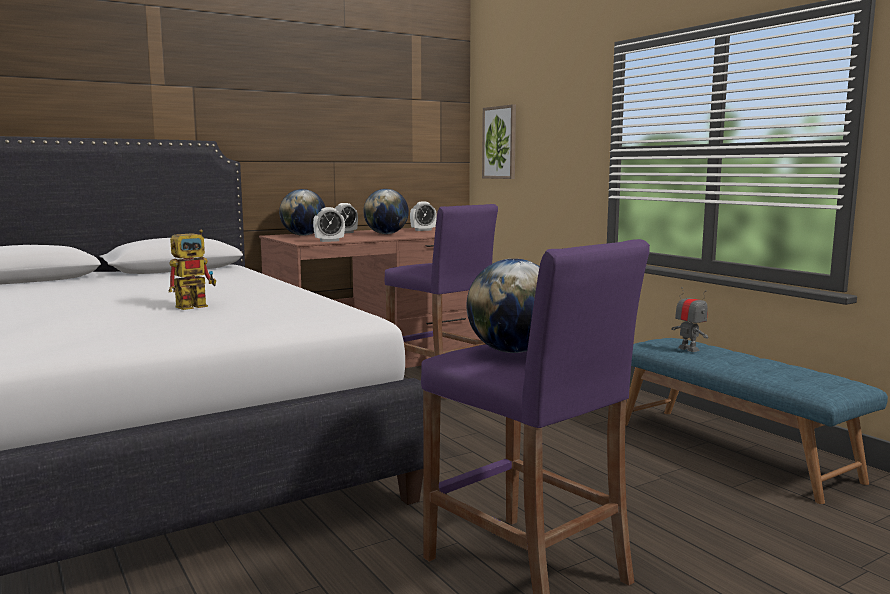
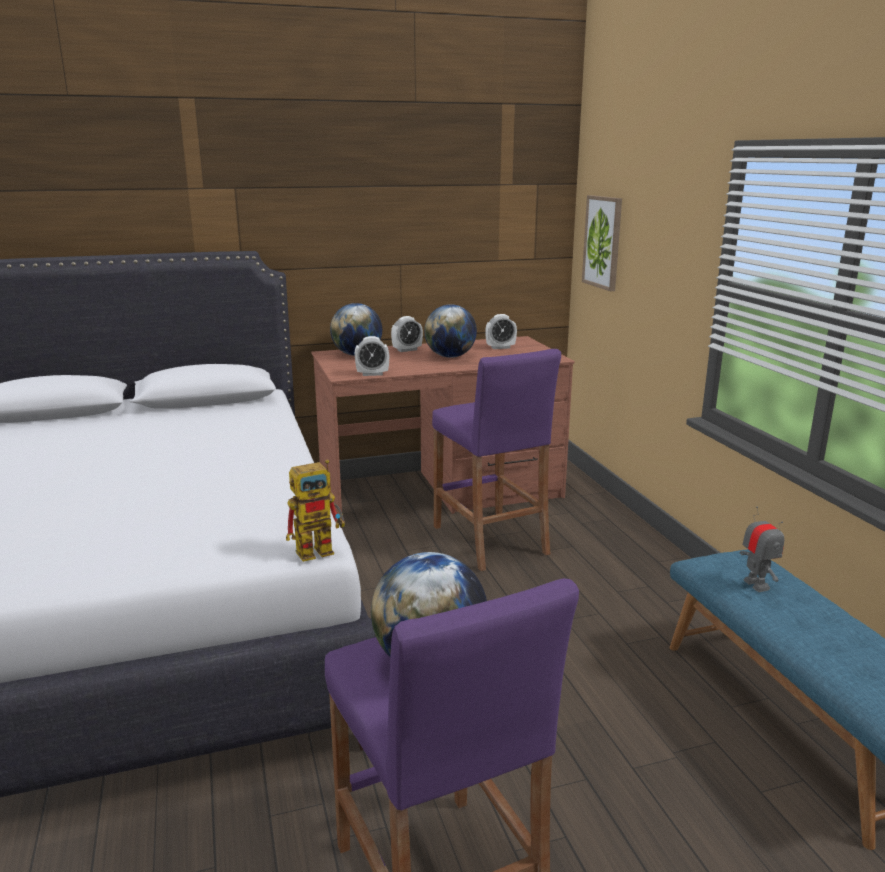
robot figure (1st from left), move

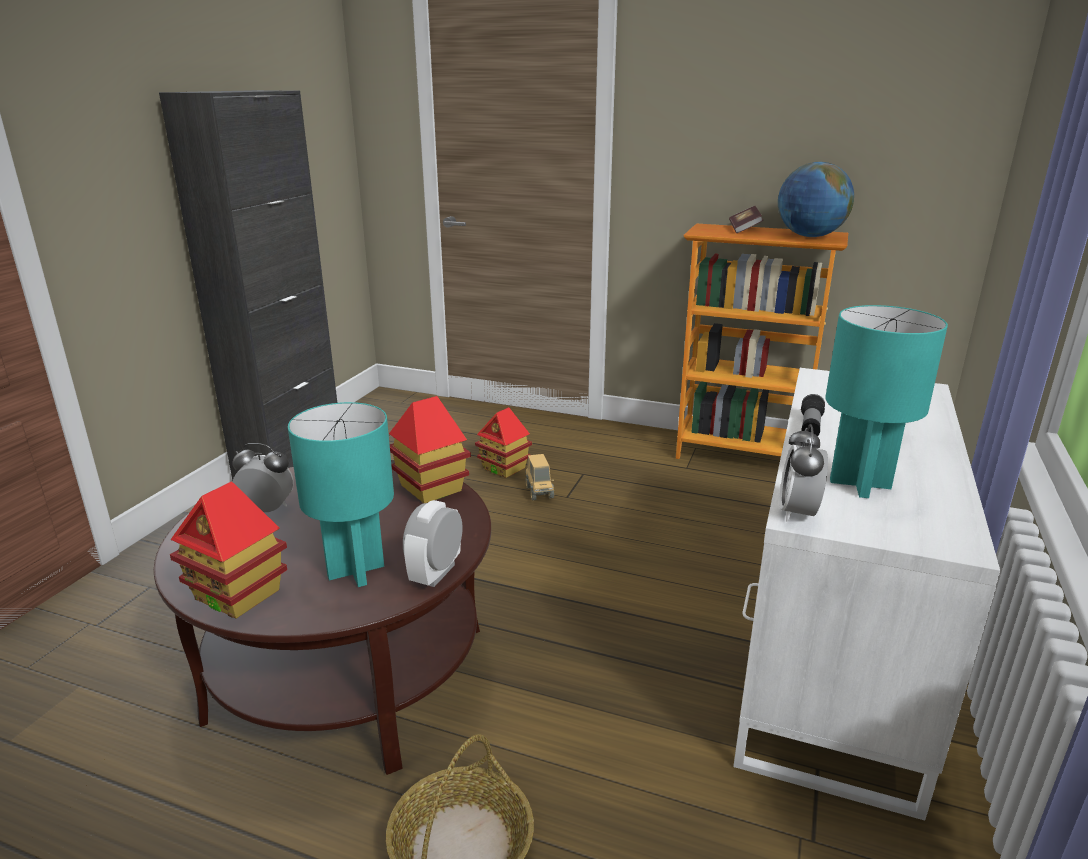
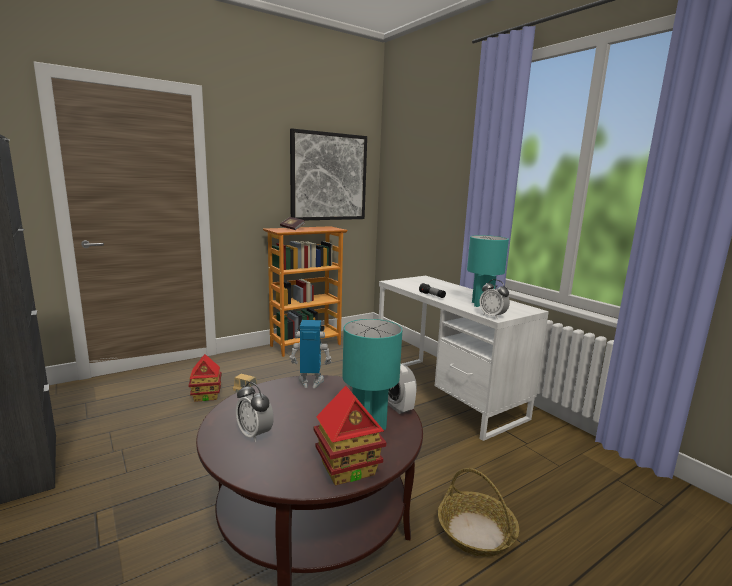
world globe => nothing
miniature house (2nd from left) => robot figure
table clock (1st from left), 90 degrees counterclockwise
nothing => picture

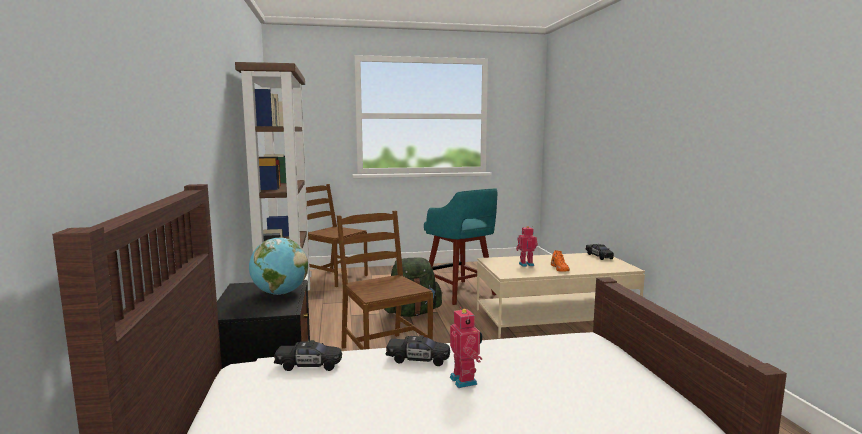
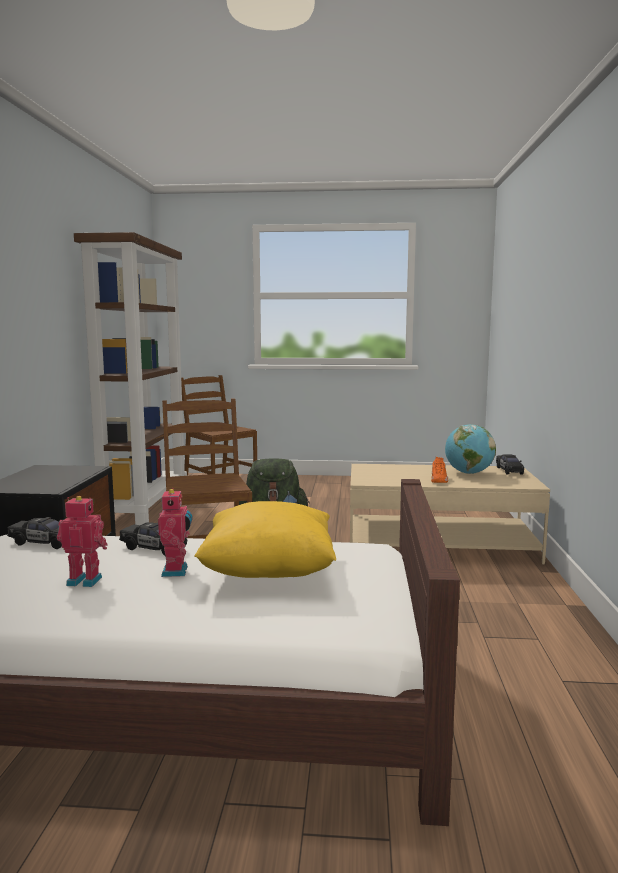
turquoise sitting stool => nothing
robot figure (2nd from left in the first image) => robot figure (1st from left), move
world globe, move
nothing => yellow-coloured throw pillow

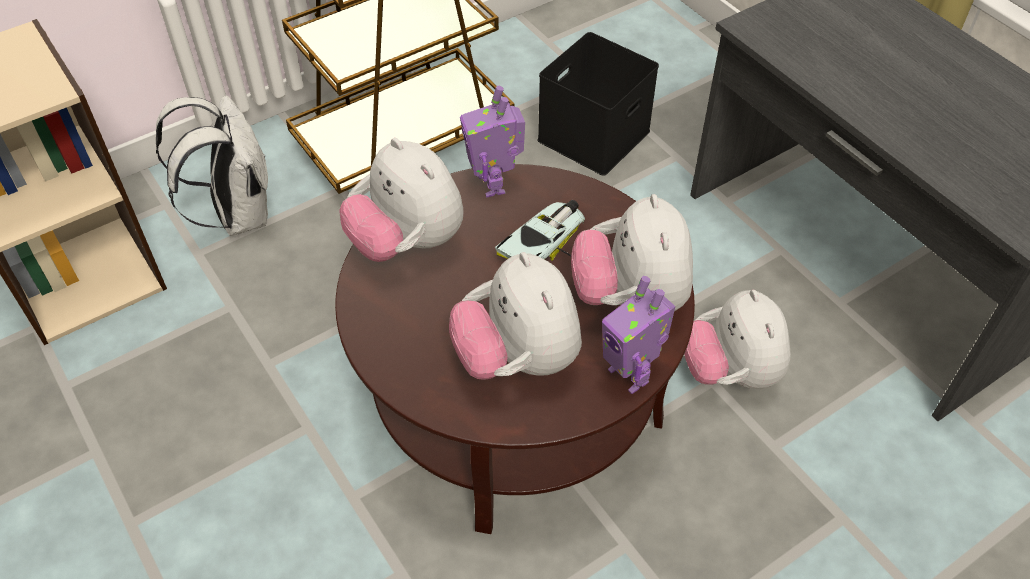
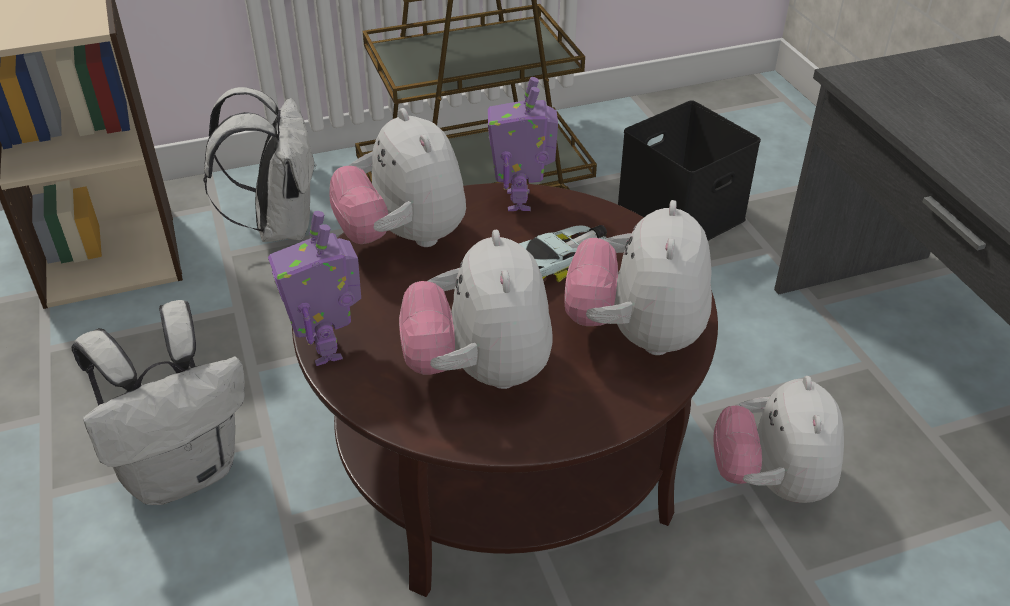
robot figure (2nd from left in the first image) => robot figure (1st from left), move
nothing => whitish knapsack (1st from left)

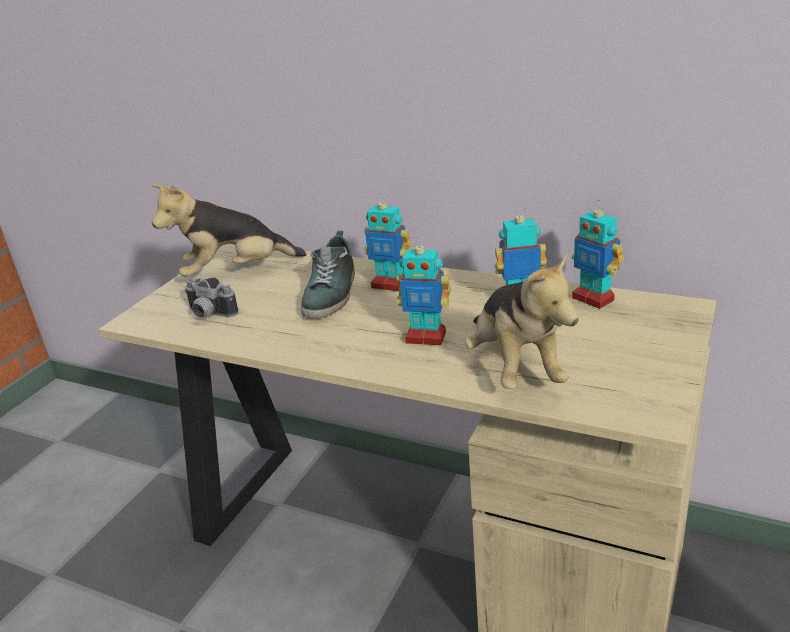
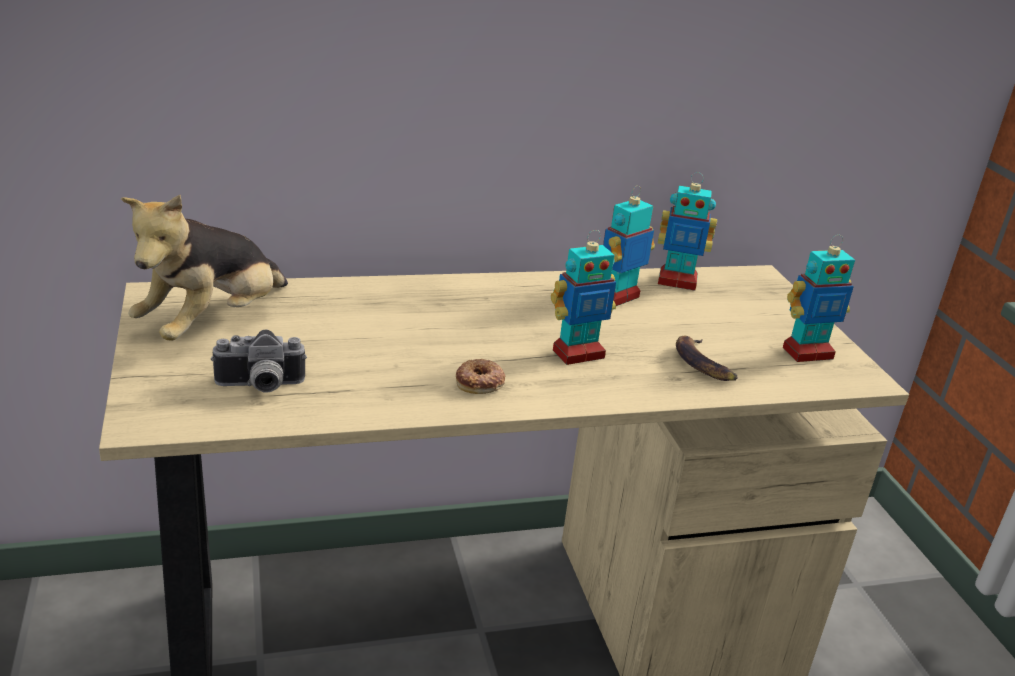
robot figure (1st from left in the first image) => robot figure (4th from left), move
item of footwear => nothing
cuddly toy (2nd from left) => whole banana
nothing => ring doughnut

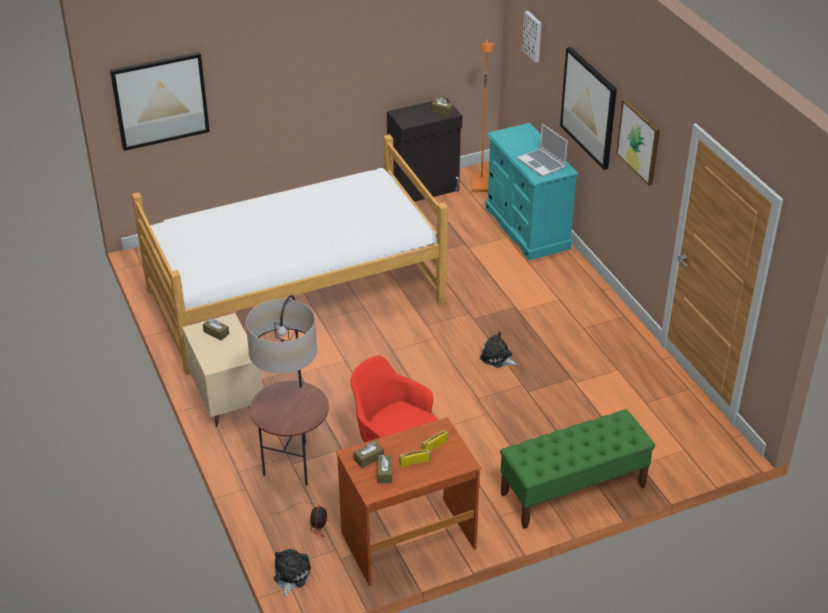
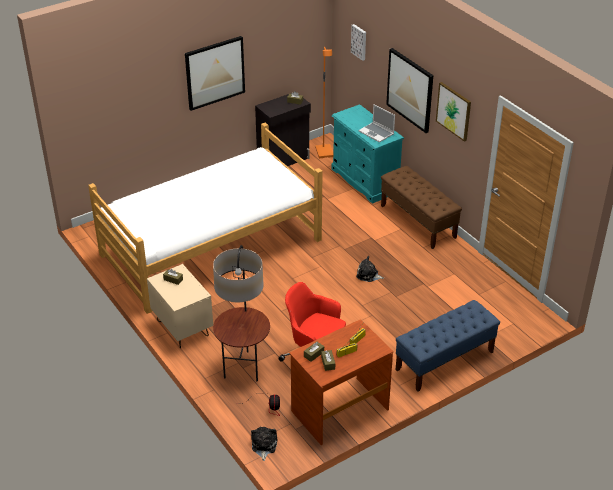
picture (1st from left), move
green indoor bench => blue indoor bench
nothing => brownish indoor bench

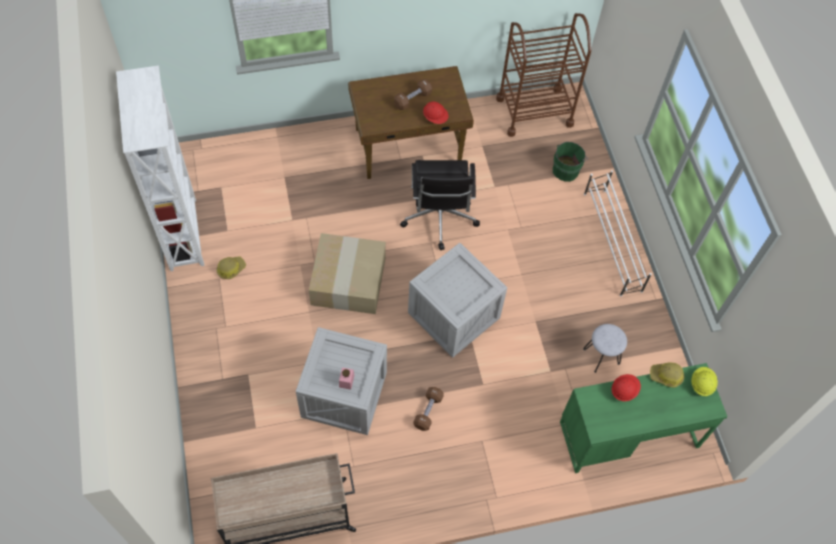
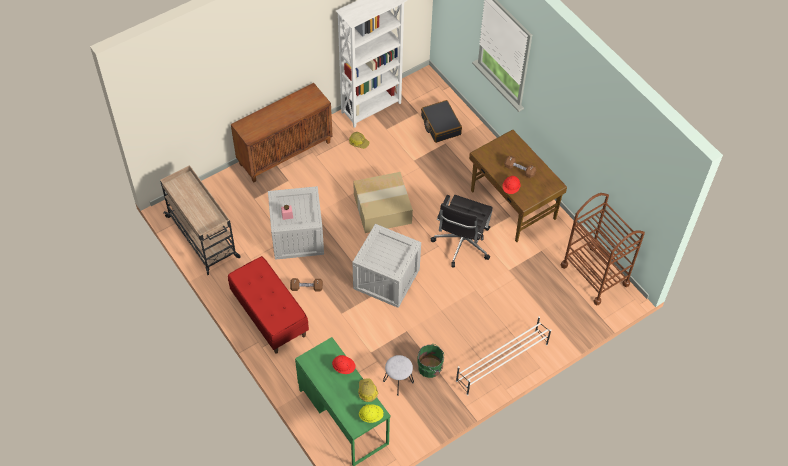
green bucket, move
black-coloured office chair, 45 degrees counterclockwise
nothing => brownish cupboard
nothing => black-coloured suitcase
nothing => reddish indoor bench

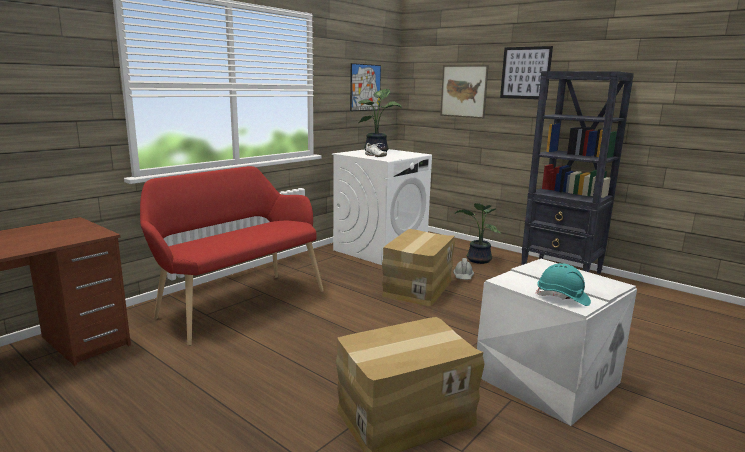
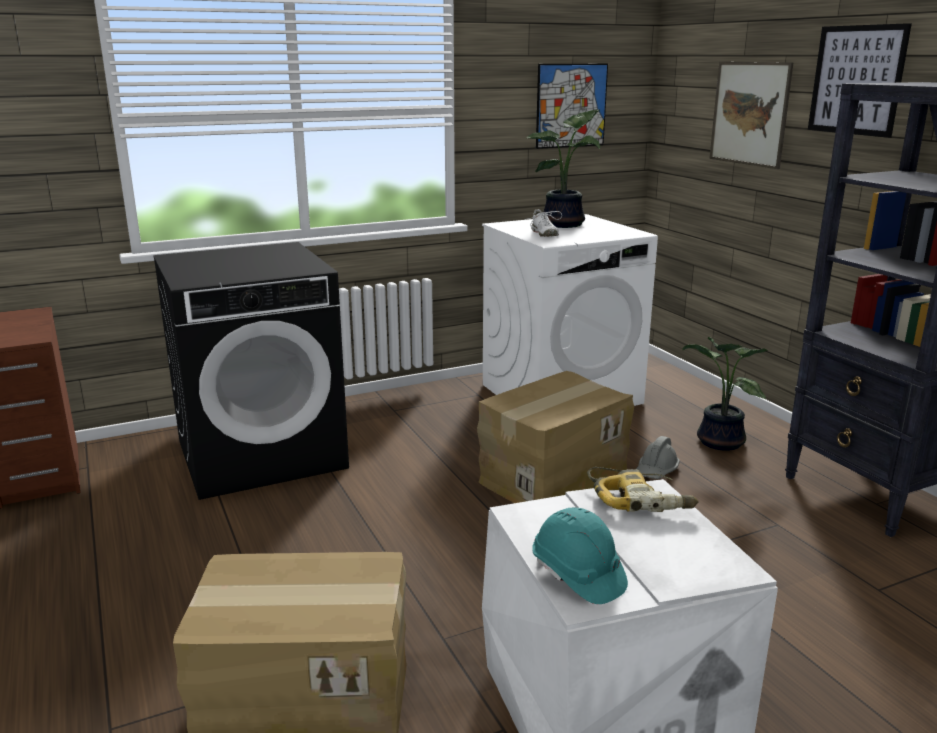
reddish indoor bench => black-coloured washing machine
nothing => electric drill

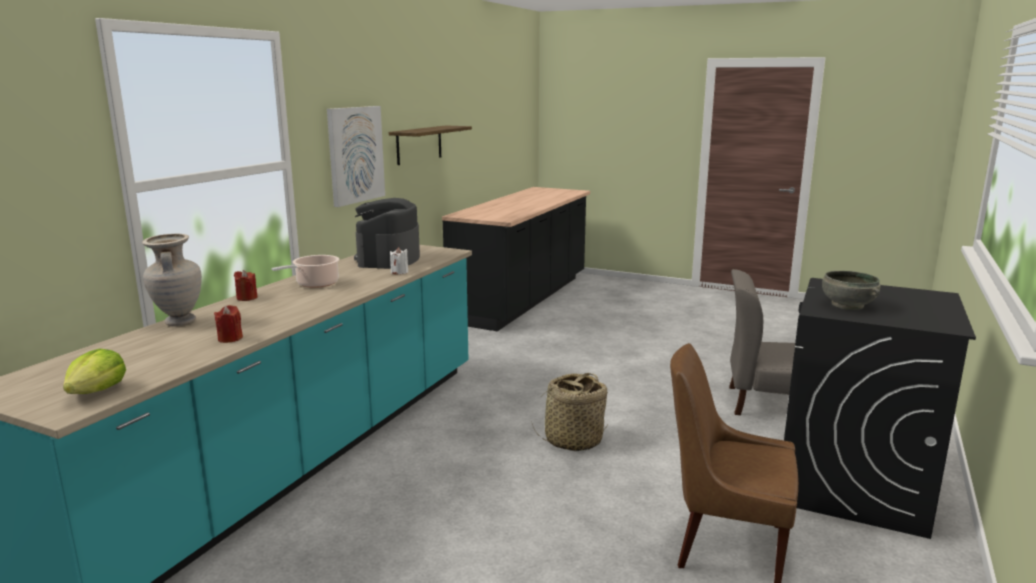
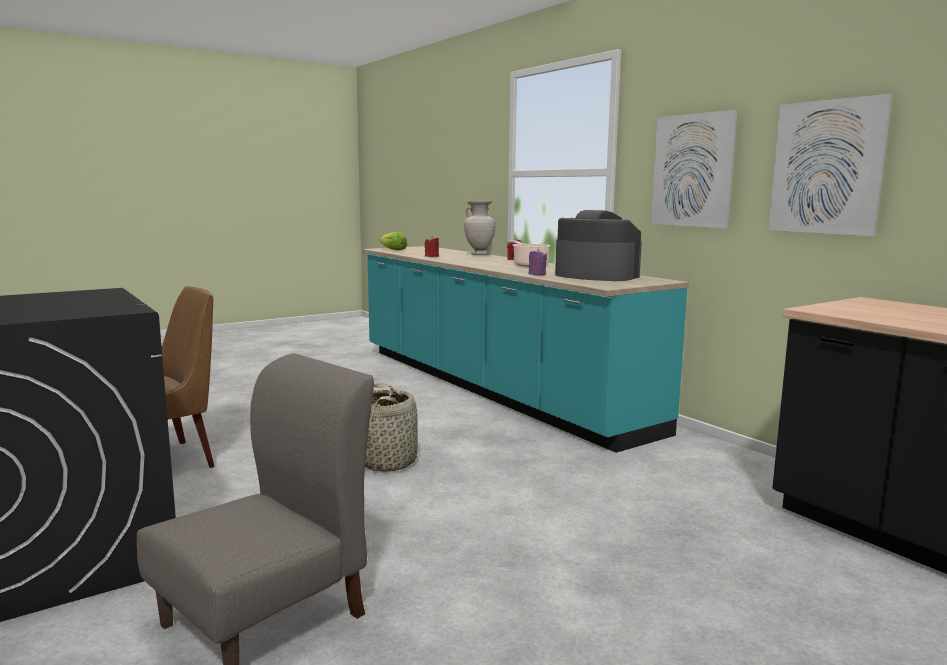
bracket shelf => picture (2nd from left)
whitish candle => purple candle
grey serving bowl => nothing

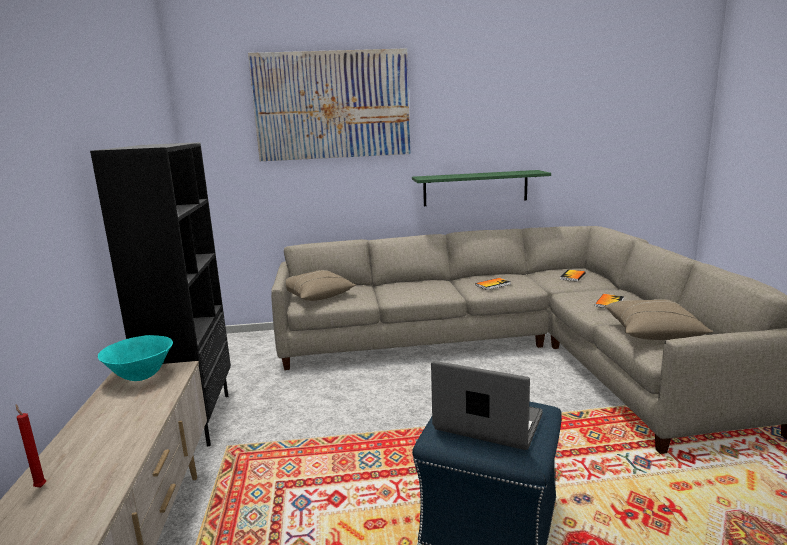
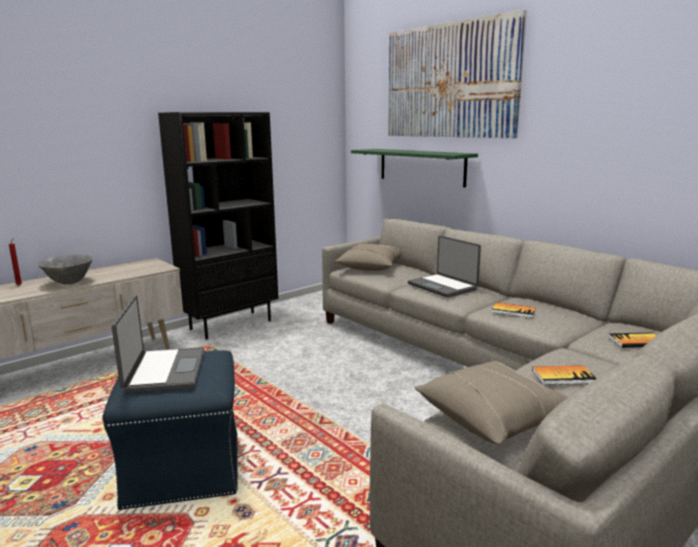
green bracket shelf, move
turquoise serving bowl => nothing
nothing => notebook computer (2nd from left)
nothing => grey serving bowl

